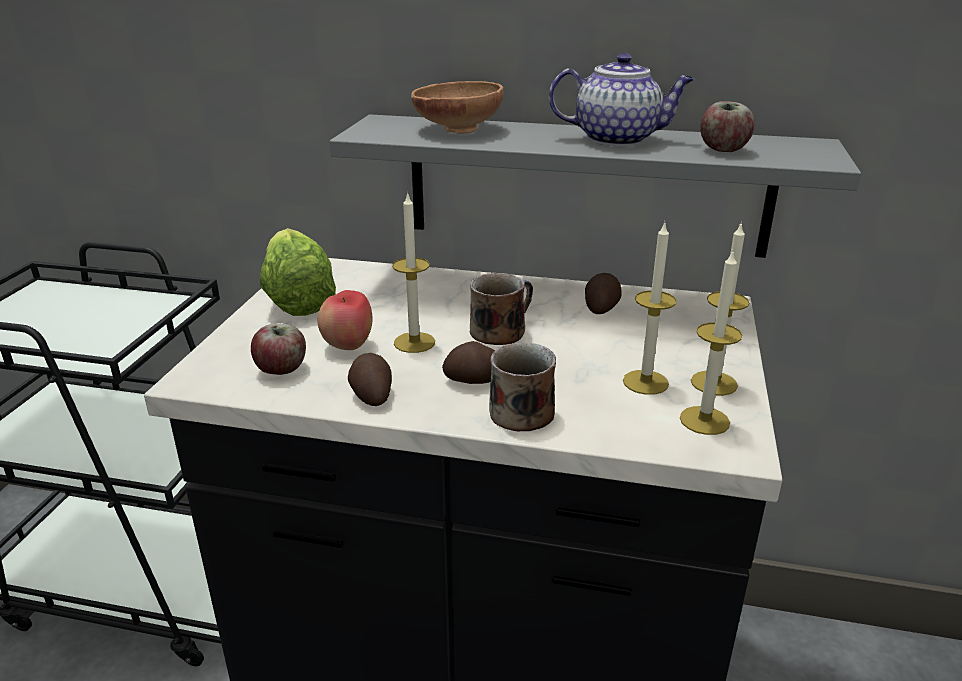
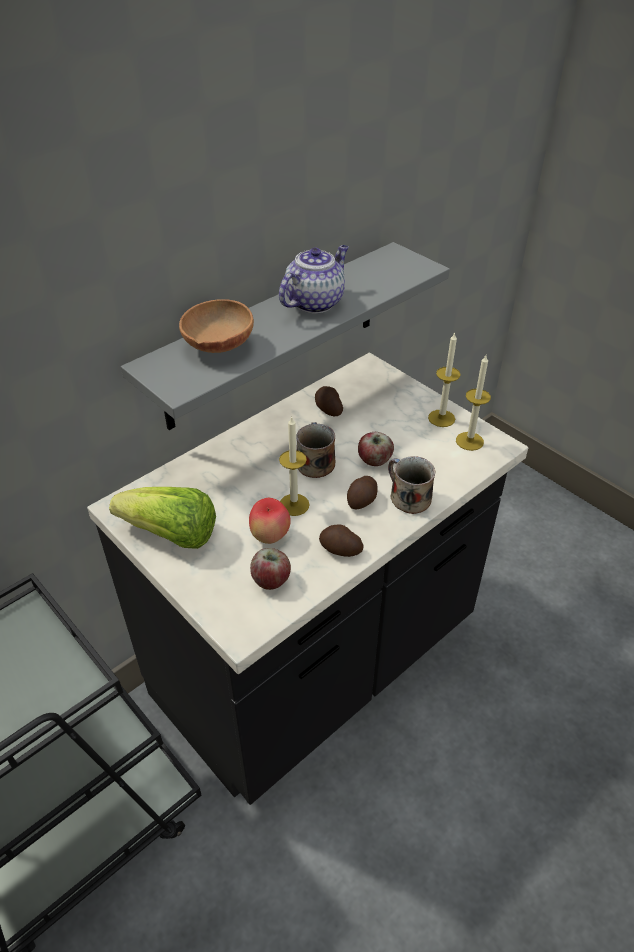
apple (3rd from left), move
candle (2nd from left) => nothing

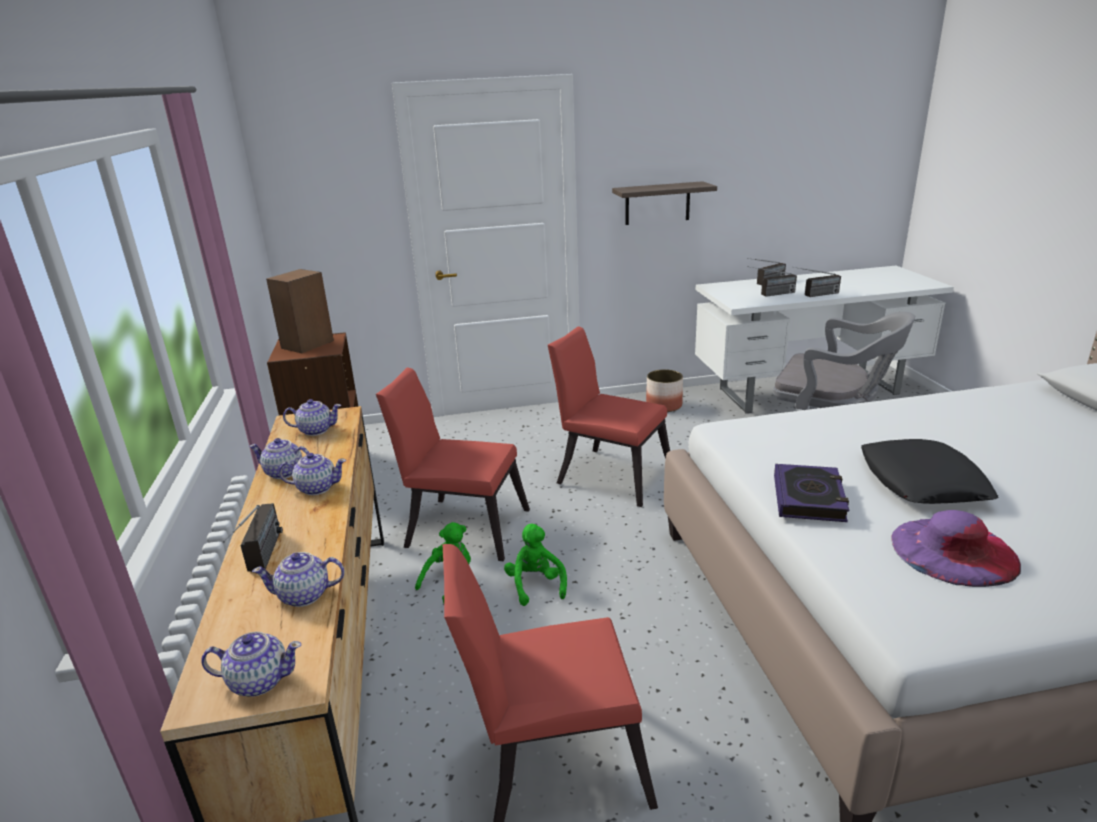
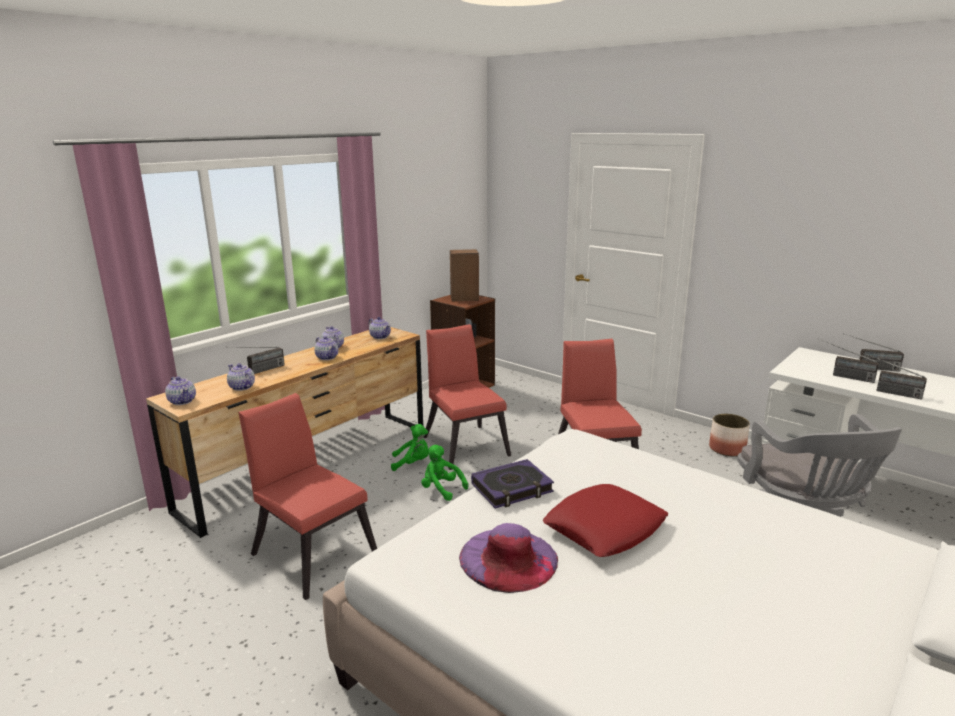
bracket shelf => nothing
black-coloured throw pillow => reddish throw pillow
green cuddly toy (2nd from left), 90 degrees counterclockwise

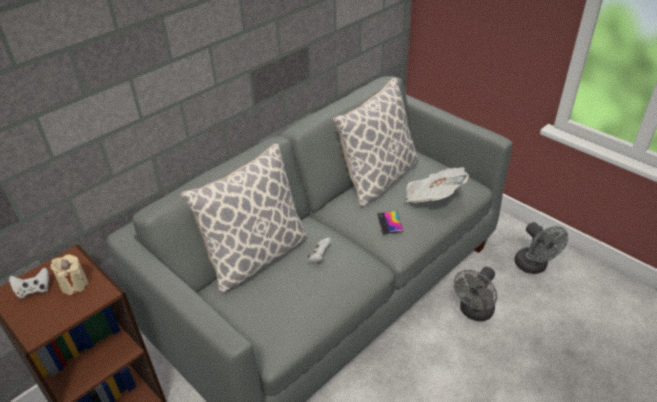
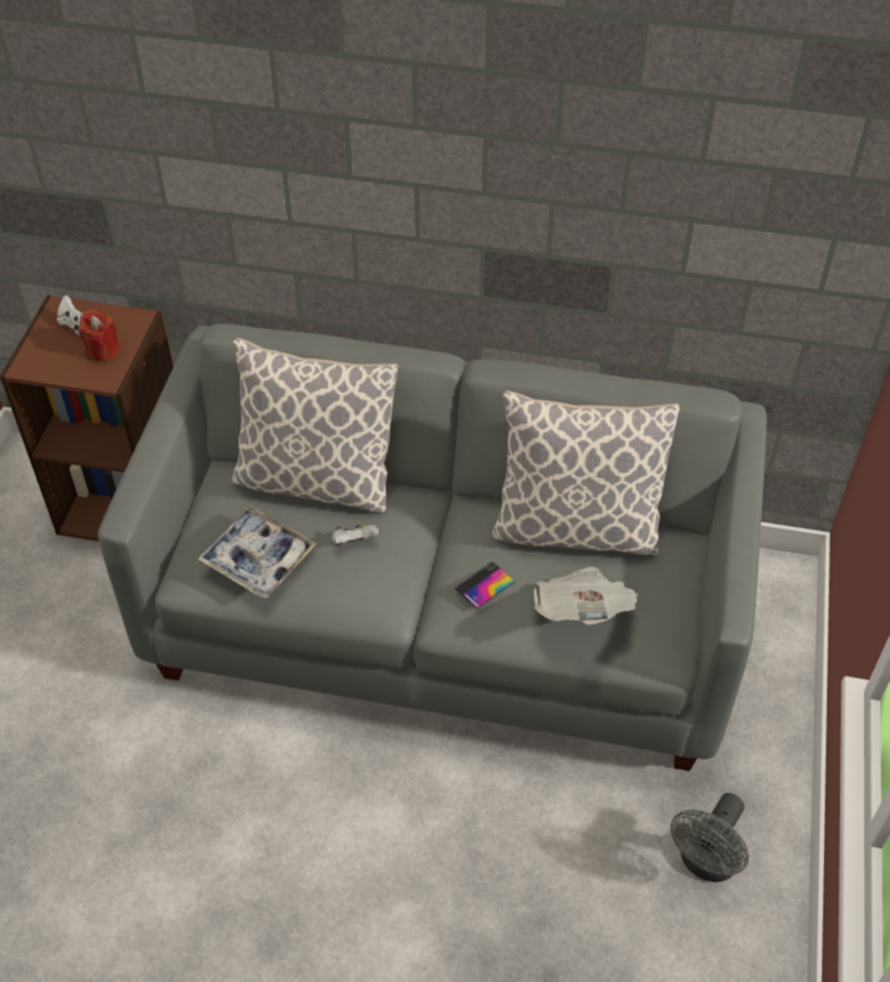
beige candle => reddish candle
grey fan (1st from left) => nothing
nothing => serving tray

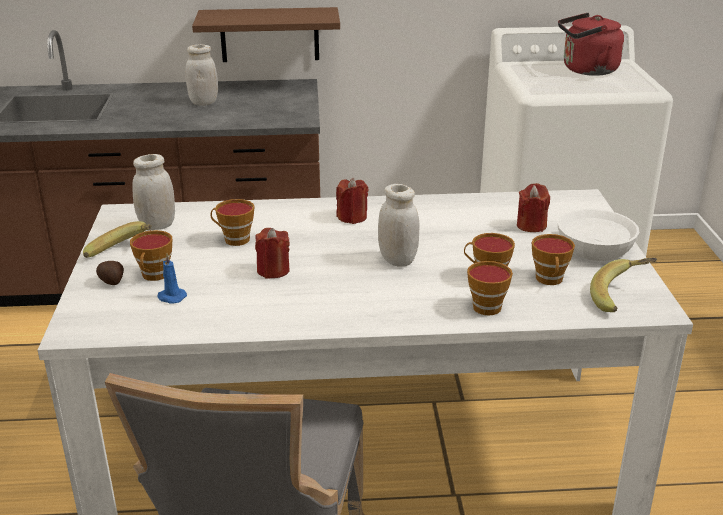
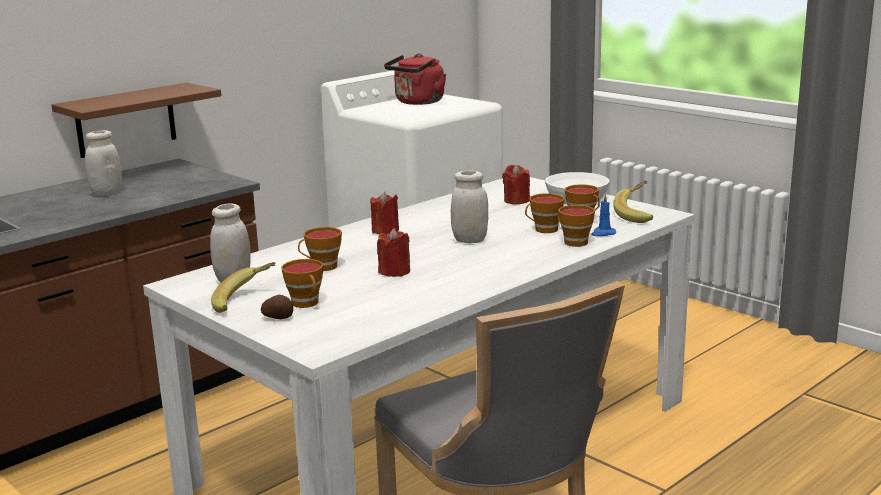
blue candle, move

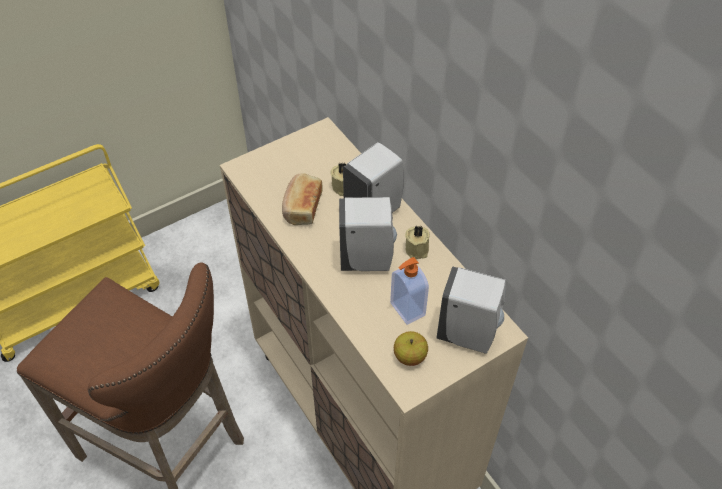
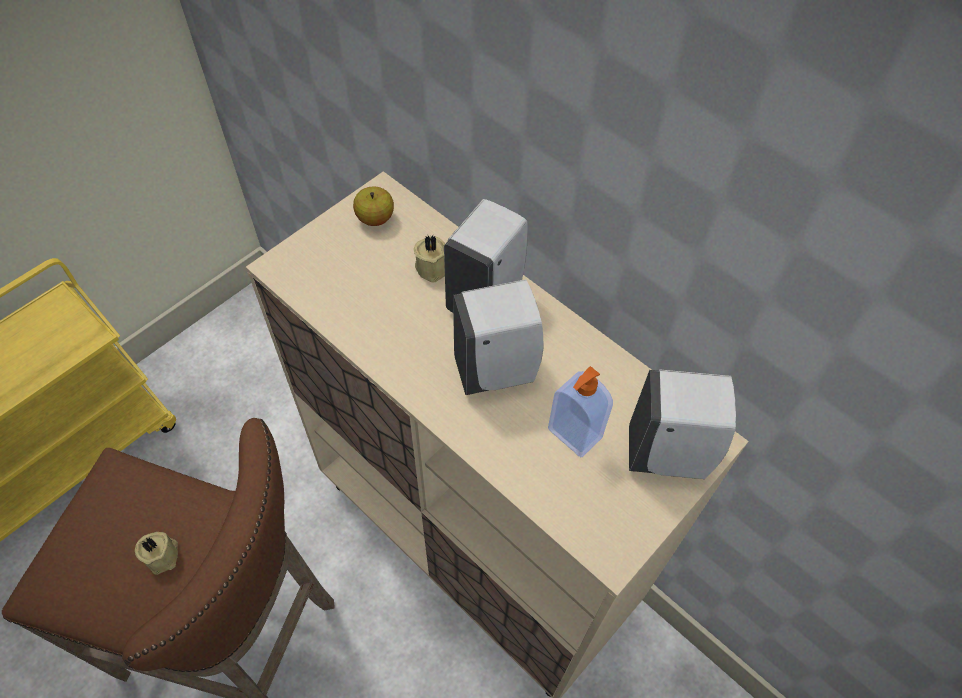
baked bread => nothing
beige candle (2nd from left in the first image) => beige candle (1st from left), move
apple, move

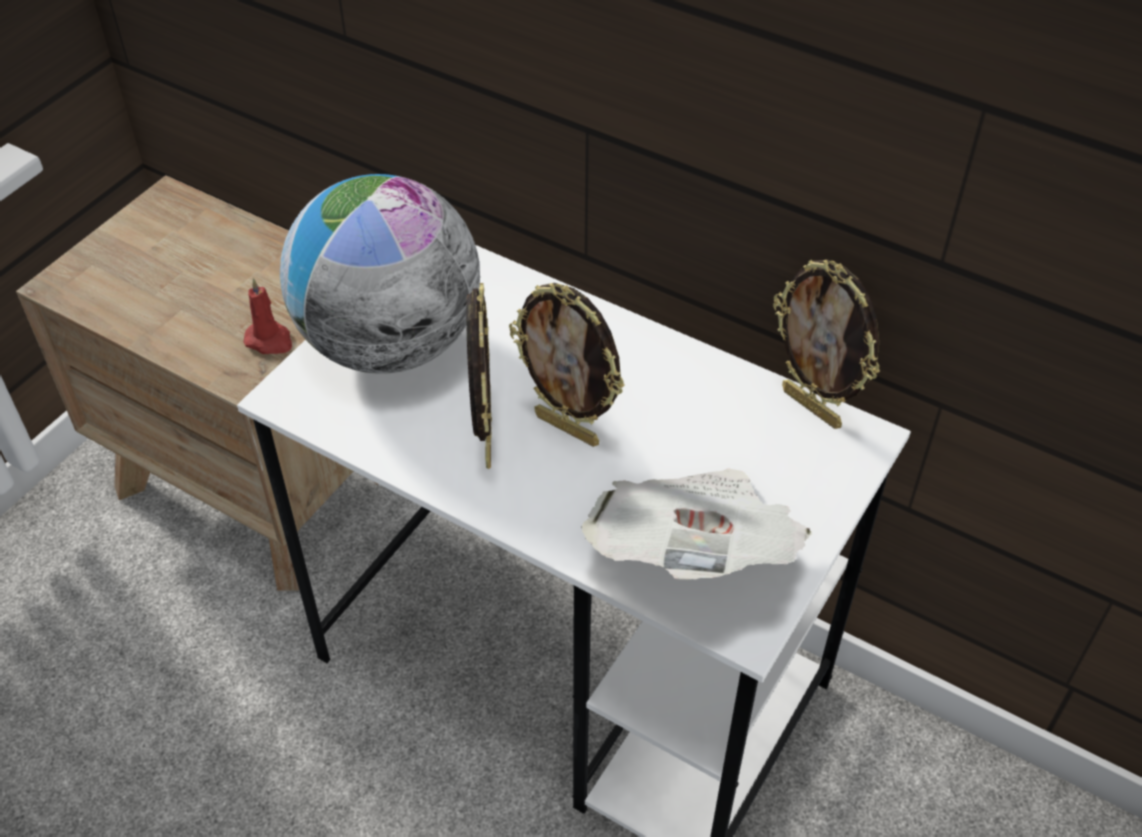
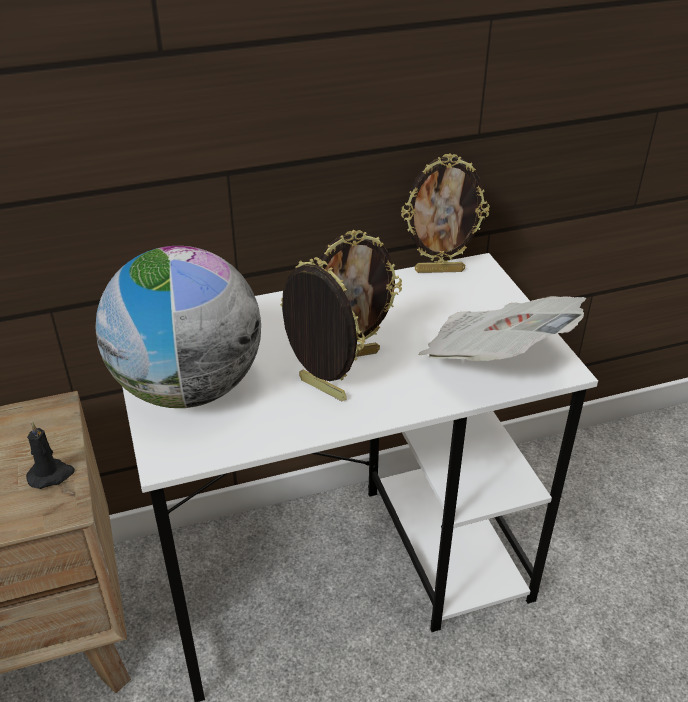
reddish candle => black-coloured candle

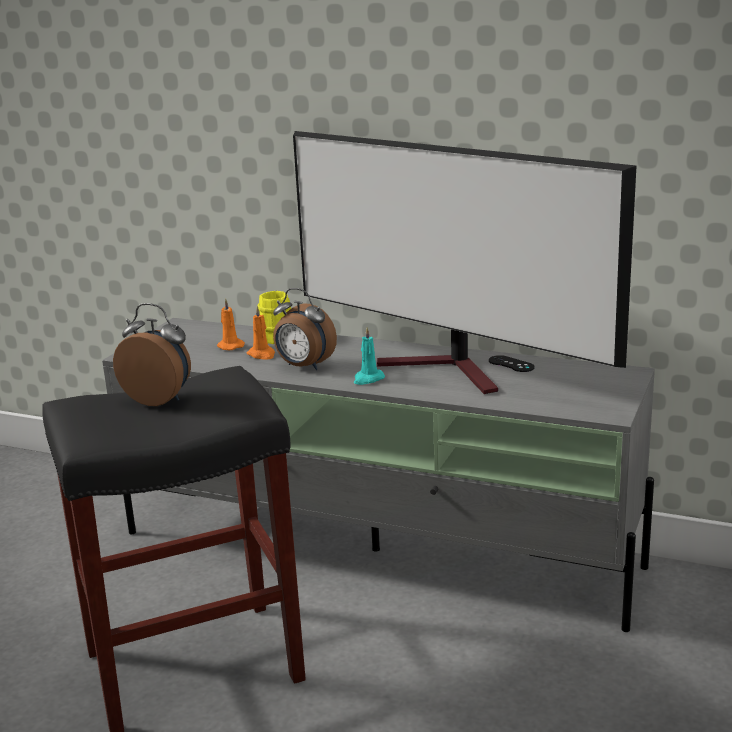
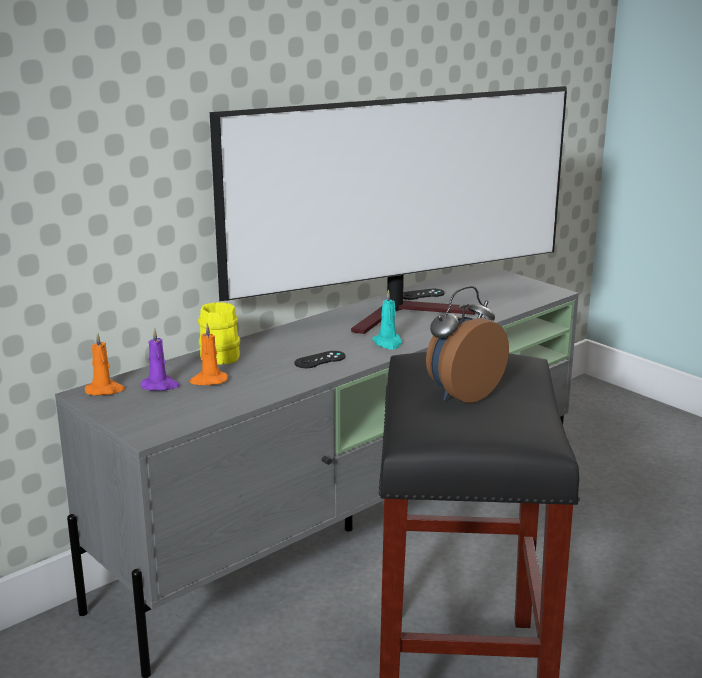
table clock (2nd from left) => black-coloured gamepad (1st from left)
orange-coloured candle (2nd from left in the first image) => orange-coloured candle (1st from left), move
nothing => purple candle

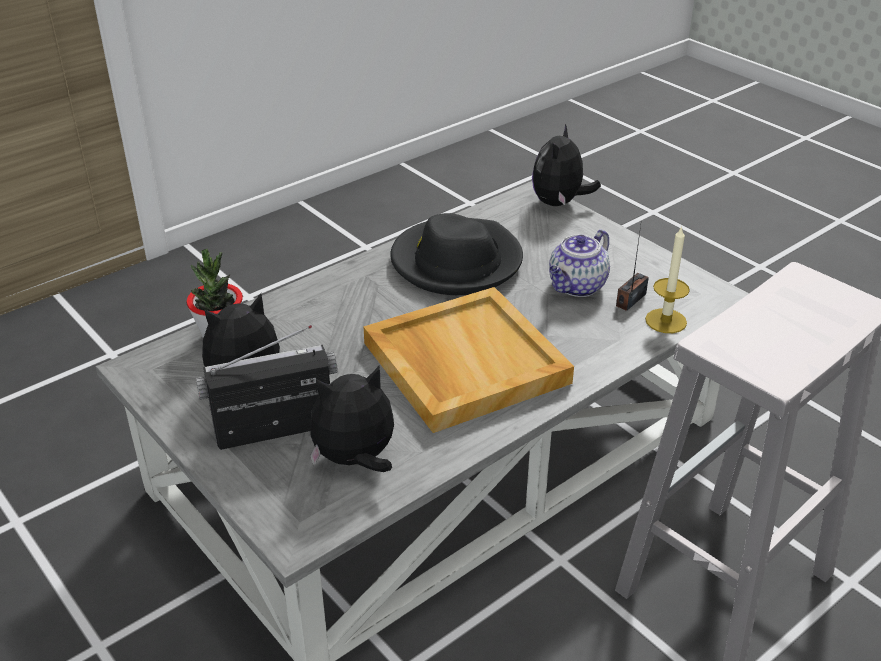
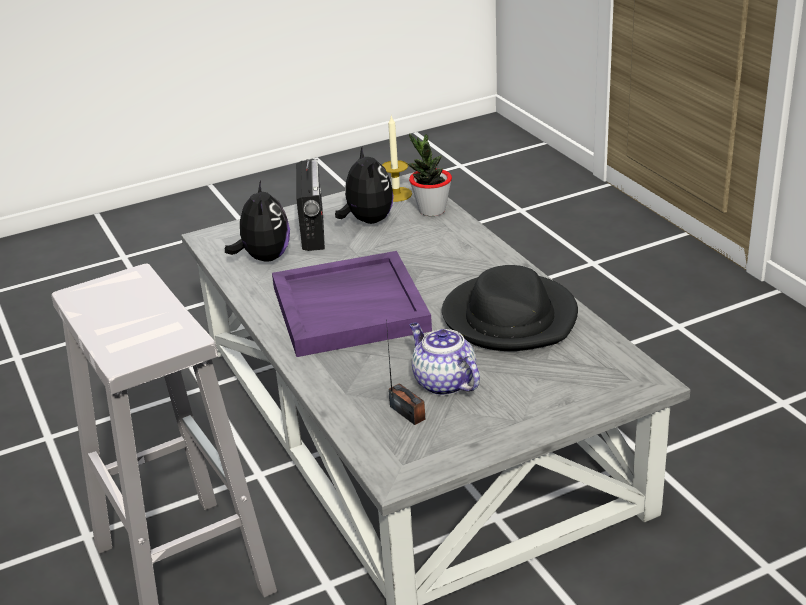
cuddly toy (3rd from left) => nothing
candle, move
beige serving tray => purple serving tray

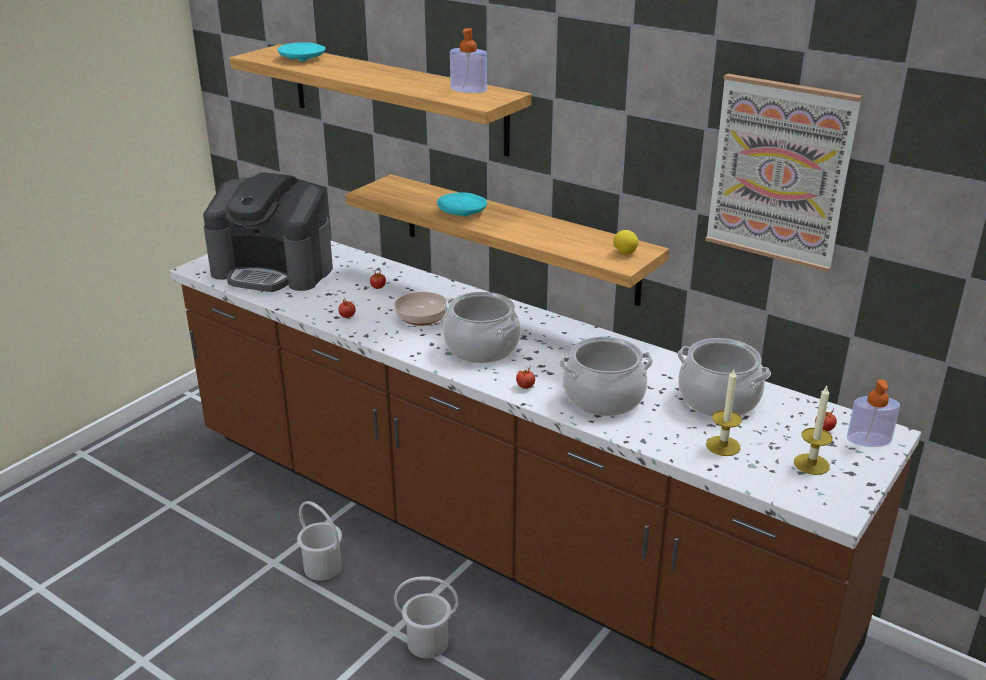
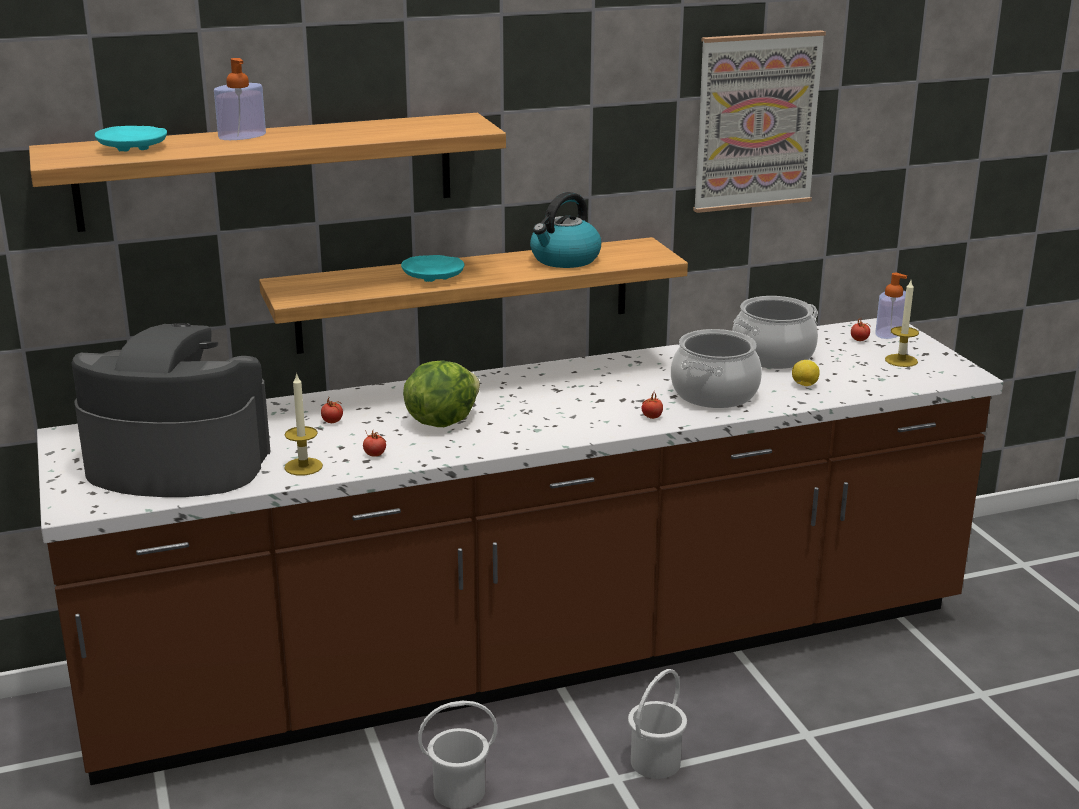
liquid soap bottle (1st from left), move
coffee brewer, 135 degrees counterclockwise
lemon, move
serving bowl => lettuce head
saucepot (1st from left) => nothing
candle (1st from left), move
nothing => tea kettle

